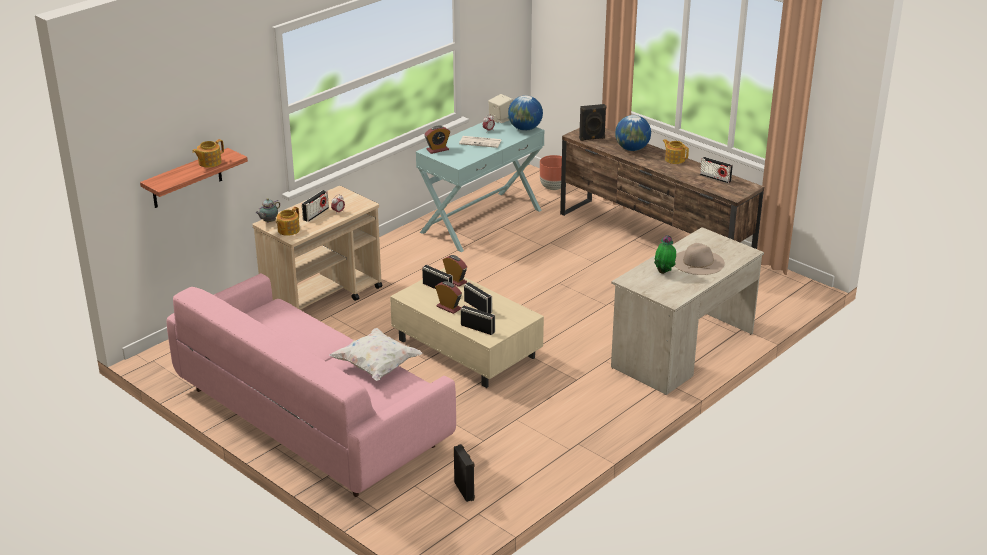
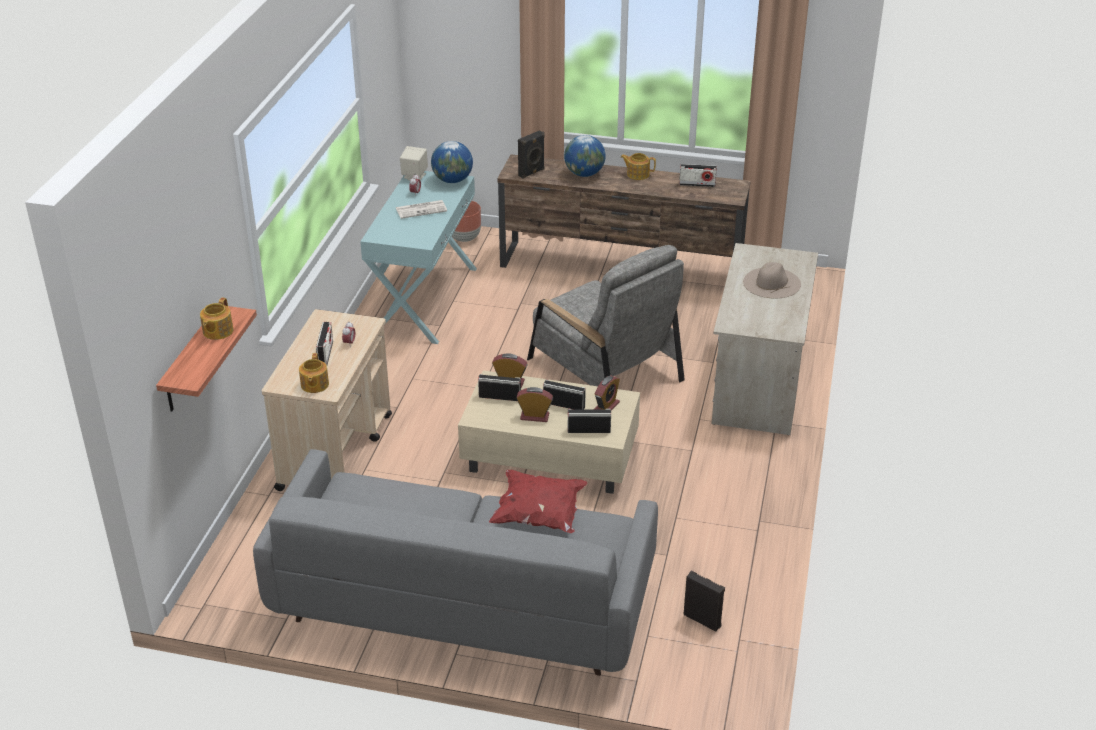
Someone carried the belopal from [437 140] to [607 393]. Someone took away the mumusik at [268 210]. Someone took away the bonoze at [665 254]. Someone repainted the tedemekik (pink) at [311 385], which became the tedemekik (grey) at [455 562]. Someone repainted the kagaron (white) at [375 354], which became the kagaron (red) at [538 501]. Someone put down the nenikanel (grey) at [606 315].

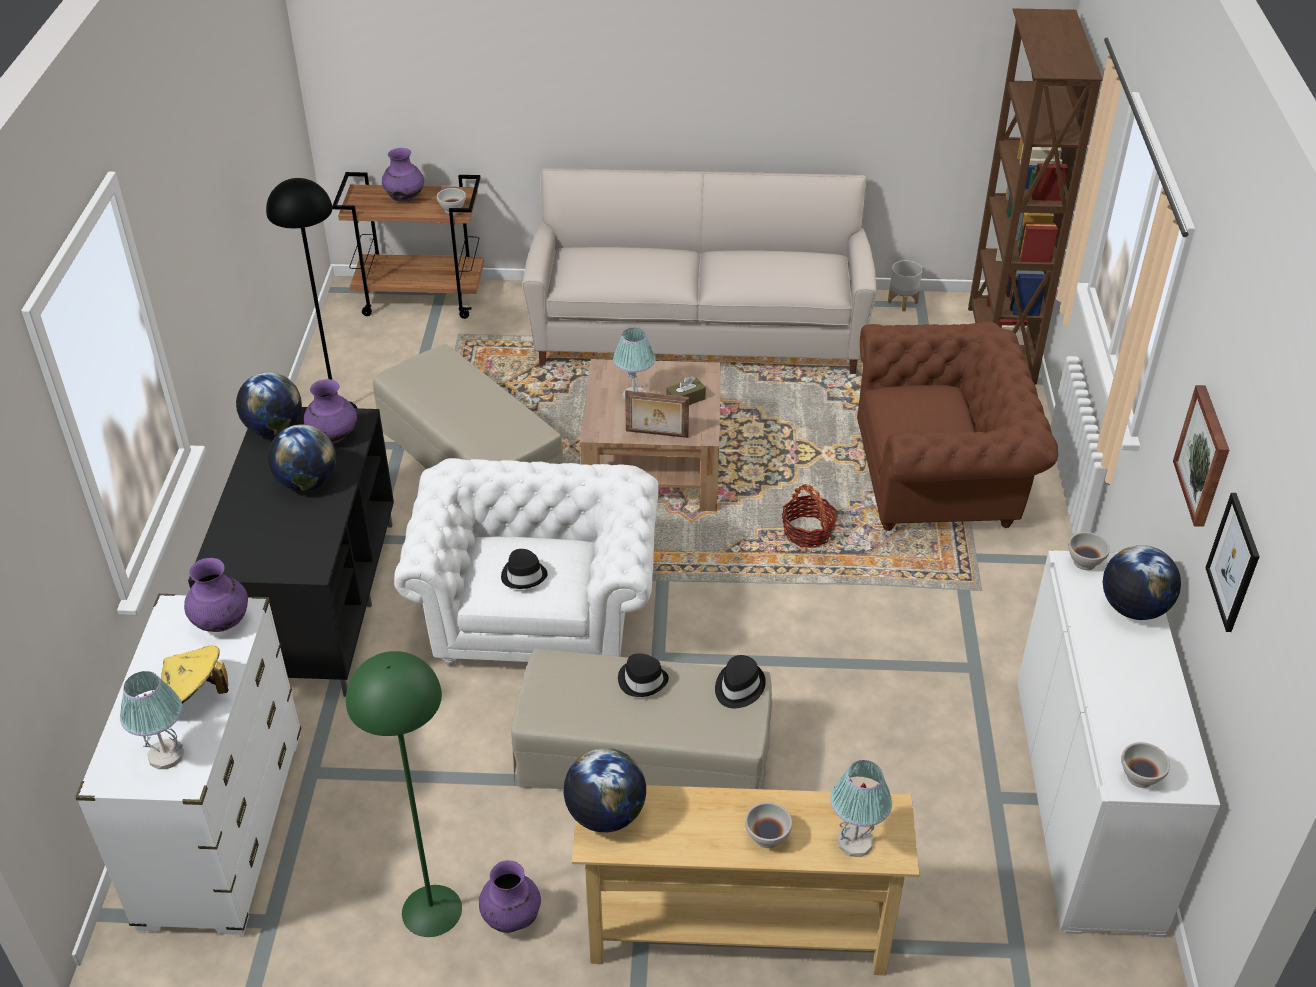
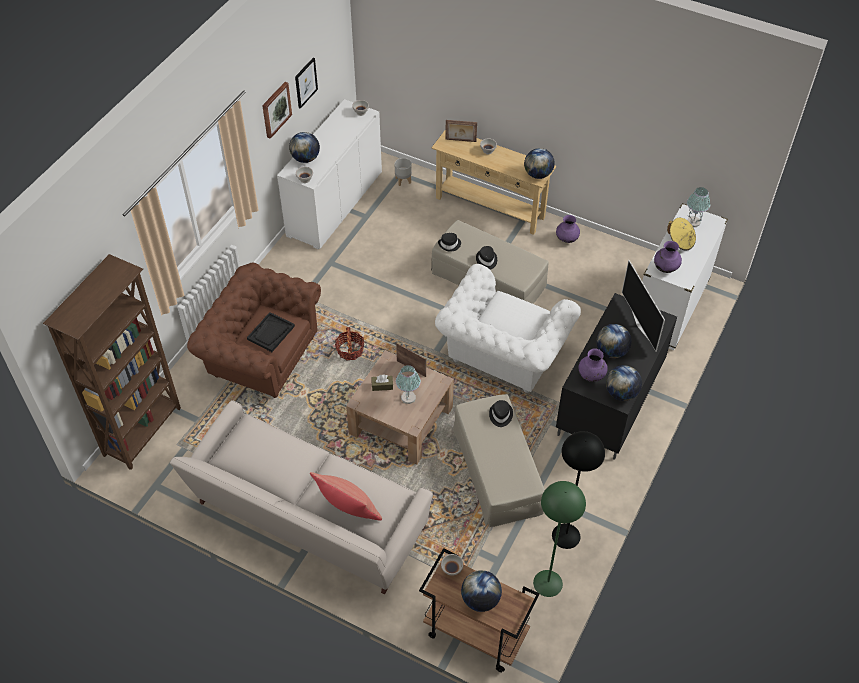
Someone swapped the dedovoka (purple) at [403 175] for the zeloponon at [481 591]. Someone carried the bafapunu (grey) from [905 285] to [403 172]. Someone carried the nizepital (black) from [524 569] to [501 413]. Someone carried the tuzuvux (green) from [404 794] to [559 539]. Someone swapped the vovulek at [861 808] for the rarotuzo at [461 131]. Someone put down the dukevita at [643 306]. Someone put down the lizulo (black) at [271 332]. Someone put down the kagaron (red) at [346 496].

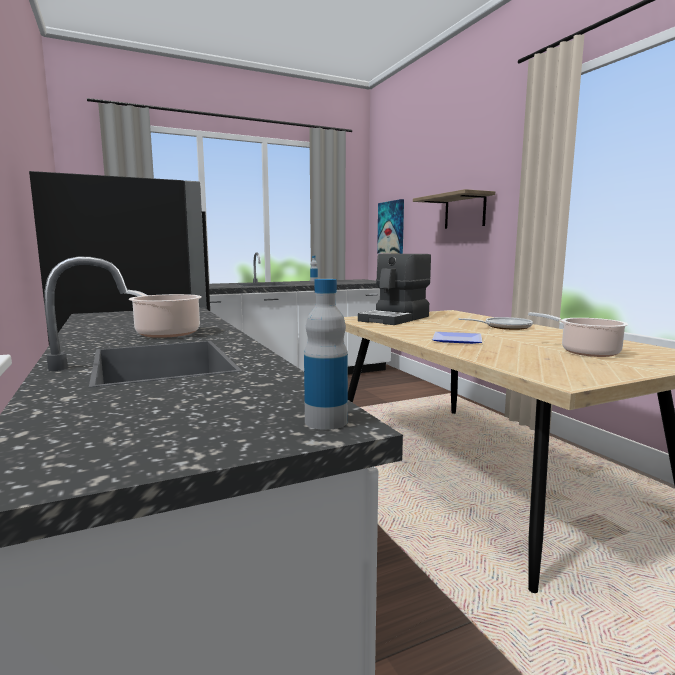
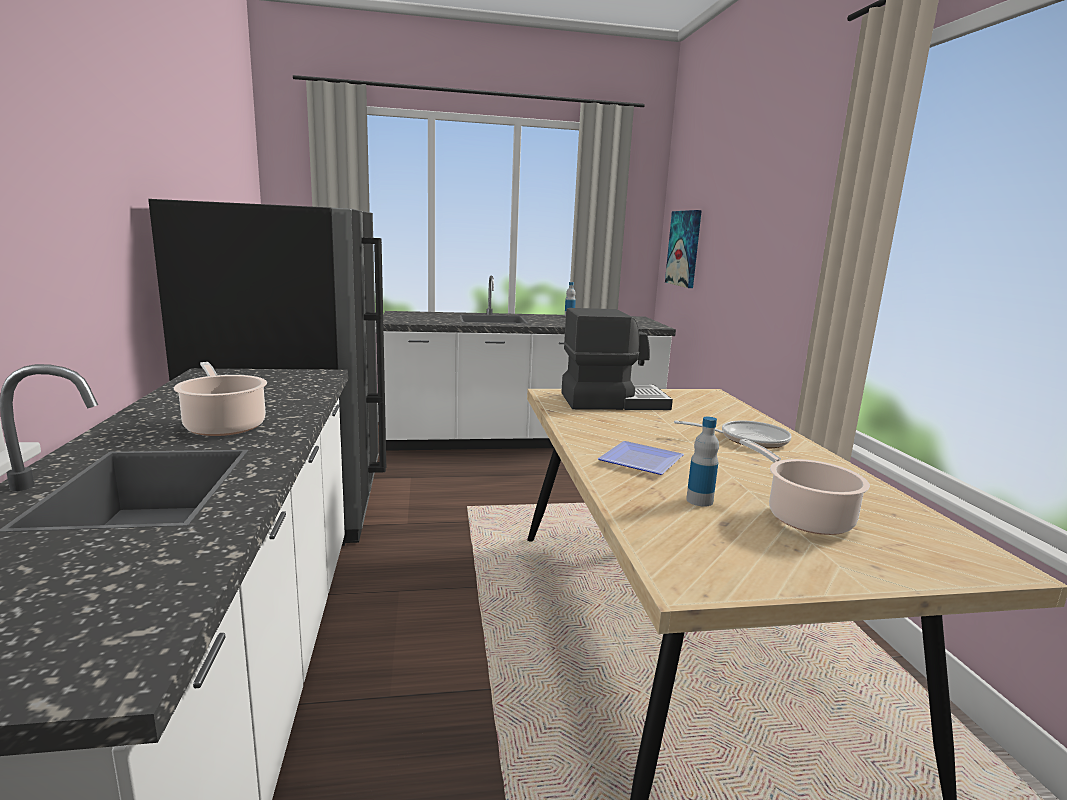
Someone took away the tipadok at [454 209]. Someone rotated the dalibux at [394 289] by 150 degrees counterclockwise. Someone carried the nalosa from [326 354] to [702 462].

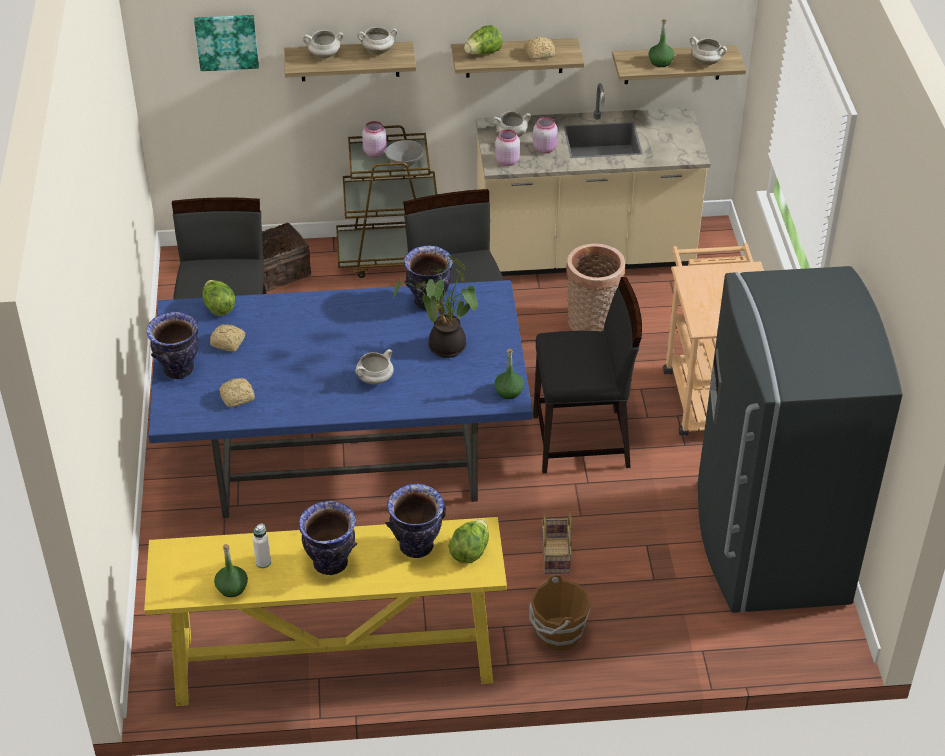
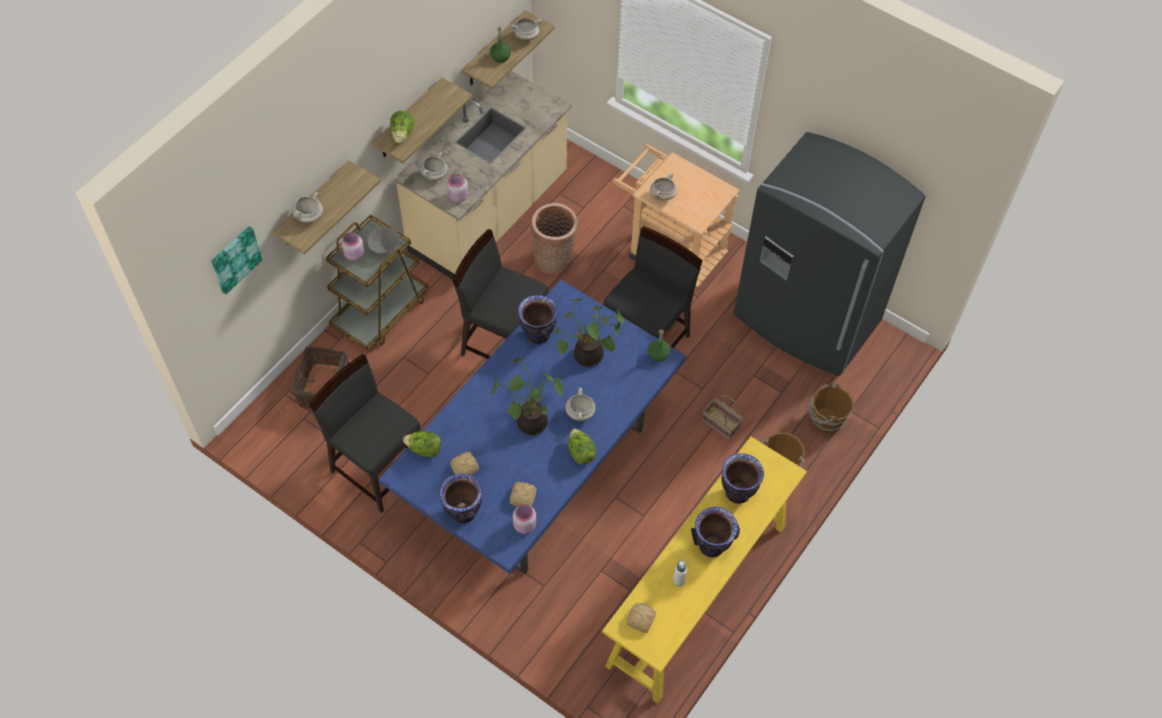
Someone carried the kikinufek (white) from [377 41] to [663 187]. Someone carried the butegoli from [540 48] to [641 618]. Someone carried the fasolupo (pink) from [545 135] to [524 519]. Someone carried the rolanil from [468 541] to [582 446]. Someone took away the nalosa (green) at [231 570]. Someone put down the bonoze at [526 395]. Someone put down the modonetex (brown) at [830 408].

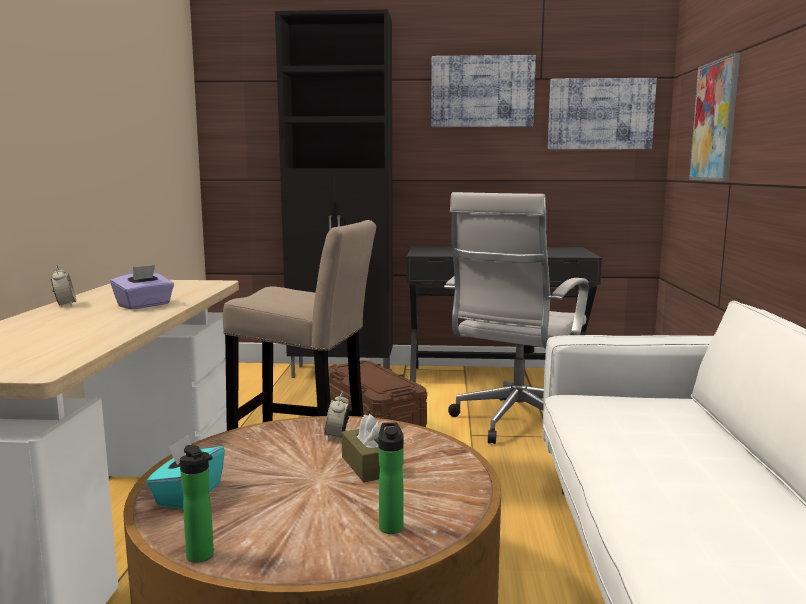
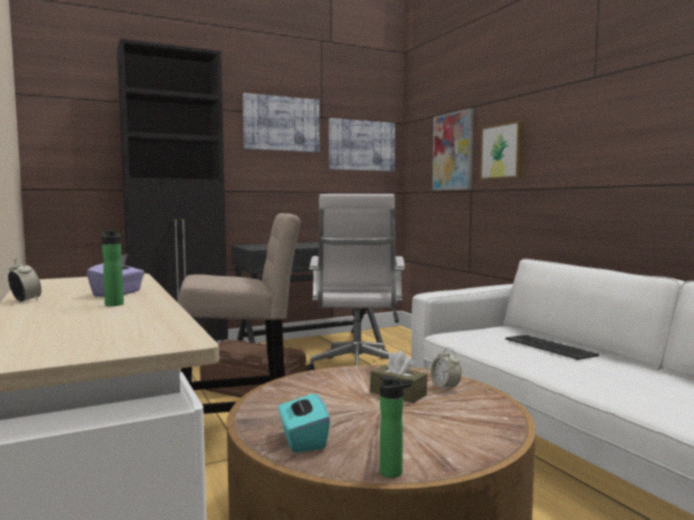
Someone carried the belopal from [337 416] to [446 369]. Someone carried the nalosa from [391 478] to [113 268]. Someone put up the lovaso at [502 150]. Someone put down the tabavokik at [552 347].

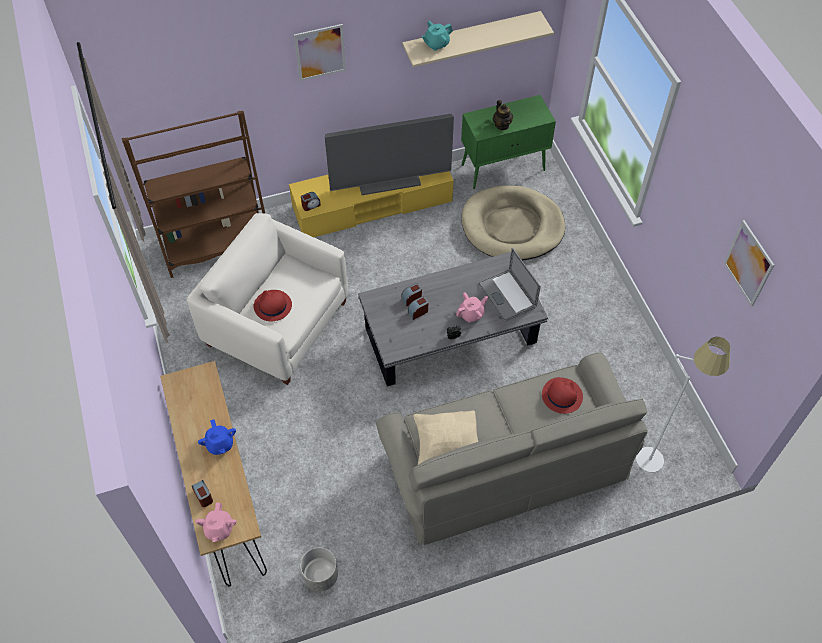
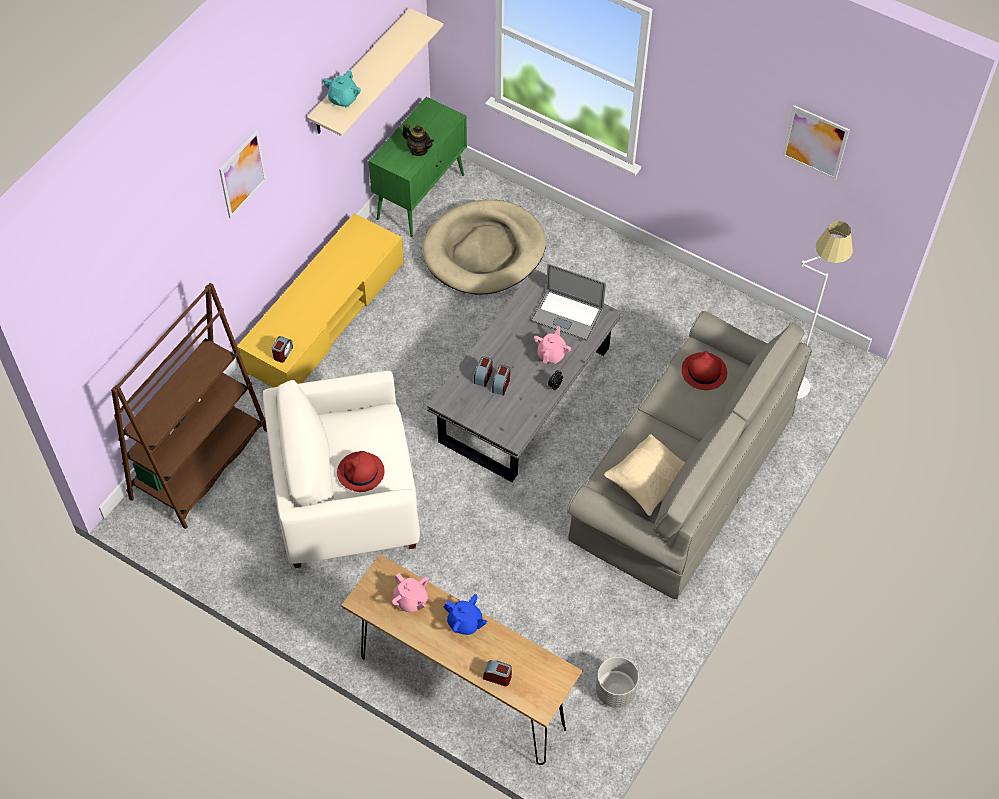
Someone took away the dukevita at [389 154]. Someone carried the mumusik (pink) from [216 522] to [410 592].

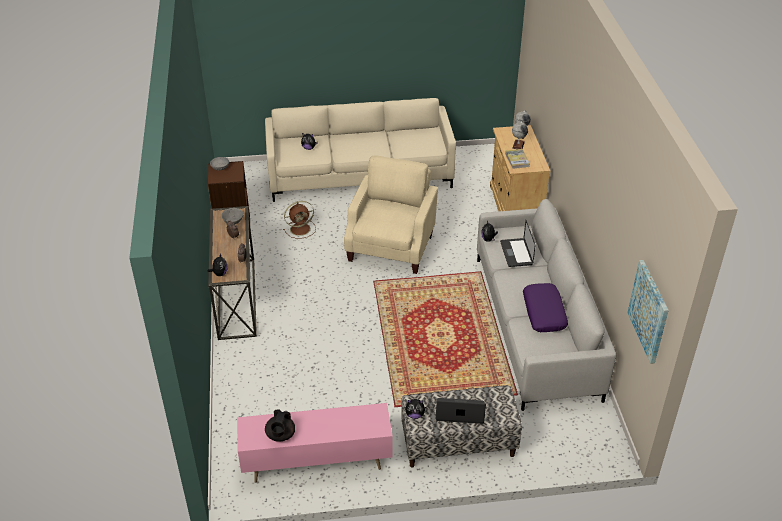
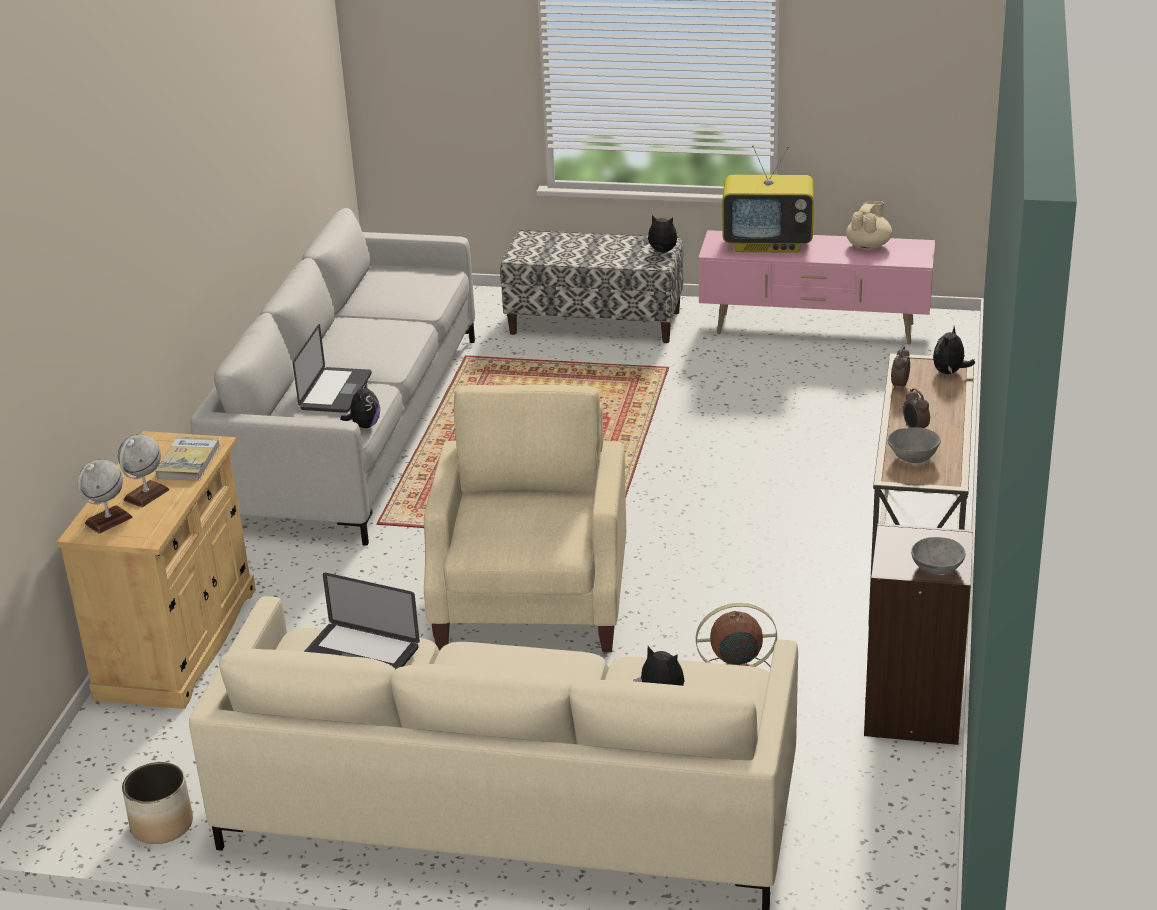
Someone rotated the nenikanel (beige) at [391 214] by 150 degrees clockwise. Someone took away the lovaso at [648 312]. Someone took away the kagaron (purple) at [545 307]. Someone carried the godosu from [461 411] to [362 621]. Someone repainted the mumusik (black) at [280 425], which became the mumusik (beige) at [869 225]. Someone put down the dukevita at [768 199]. Someone put down the bafapunu at [157 803].

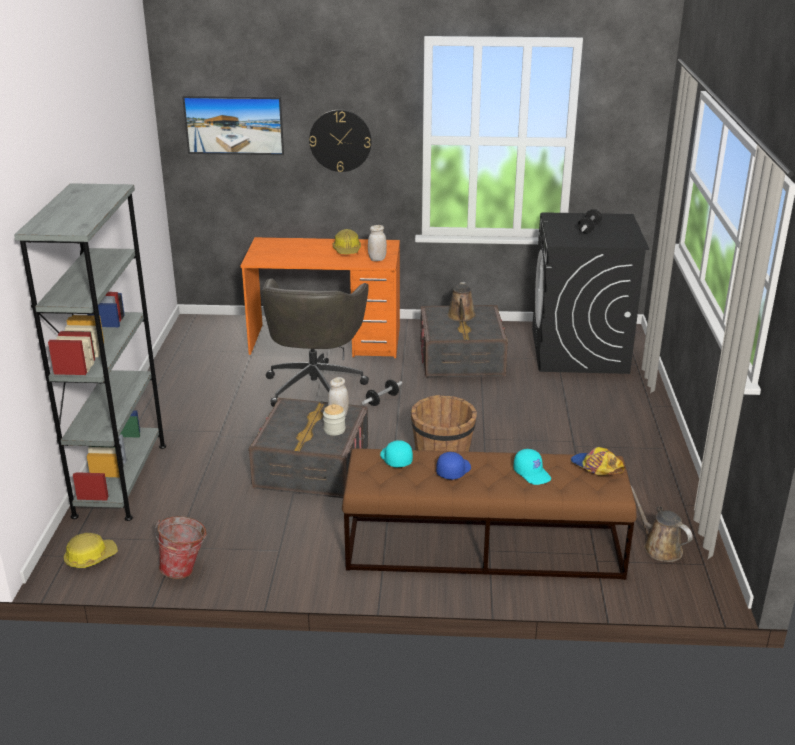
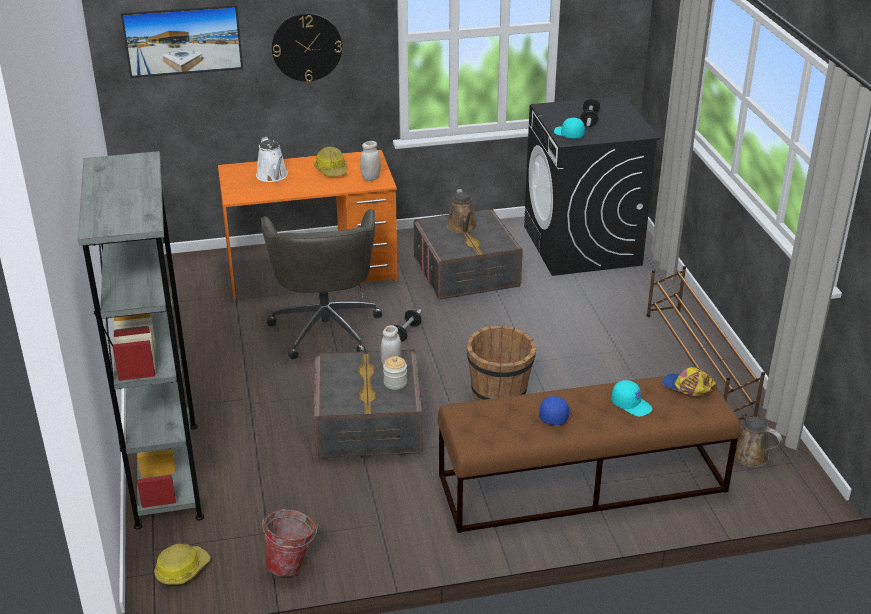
Someone carried the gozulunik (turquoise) from [396 454] to [569 128]. Someone put down the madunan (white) at [272 159]. Someone put down the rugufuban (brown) at [706 343].

